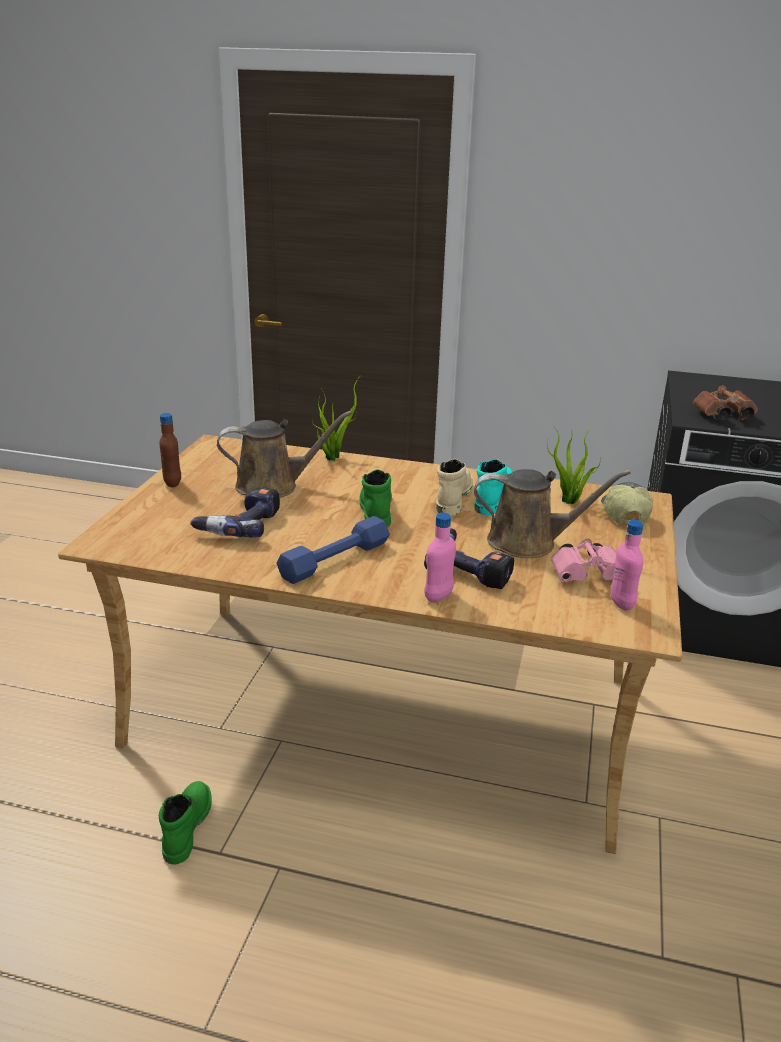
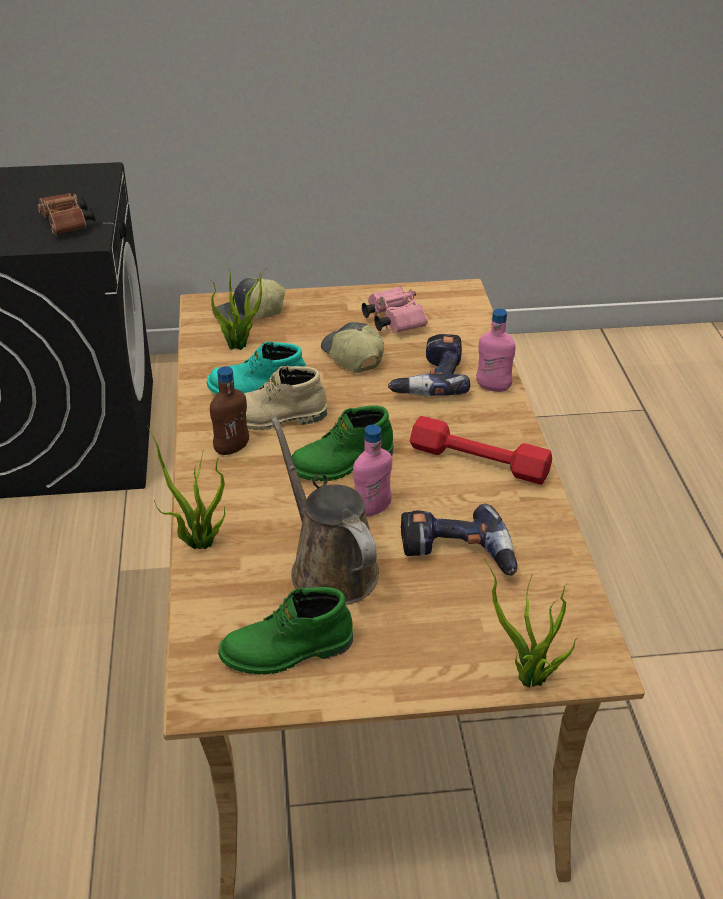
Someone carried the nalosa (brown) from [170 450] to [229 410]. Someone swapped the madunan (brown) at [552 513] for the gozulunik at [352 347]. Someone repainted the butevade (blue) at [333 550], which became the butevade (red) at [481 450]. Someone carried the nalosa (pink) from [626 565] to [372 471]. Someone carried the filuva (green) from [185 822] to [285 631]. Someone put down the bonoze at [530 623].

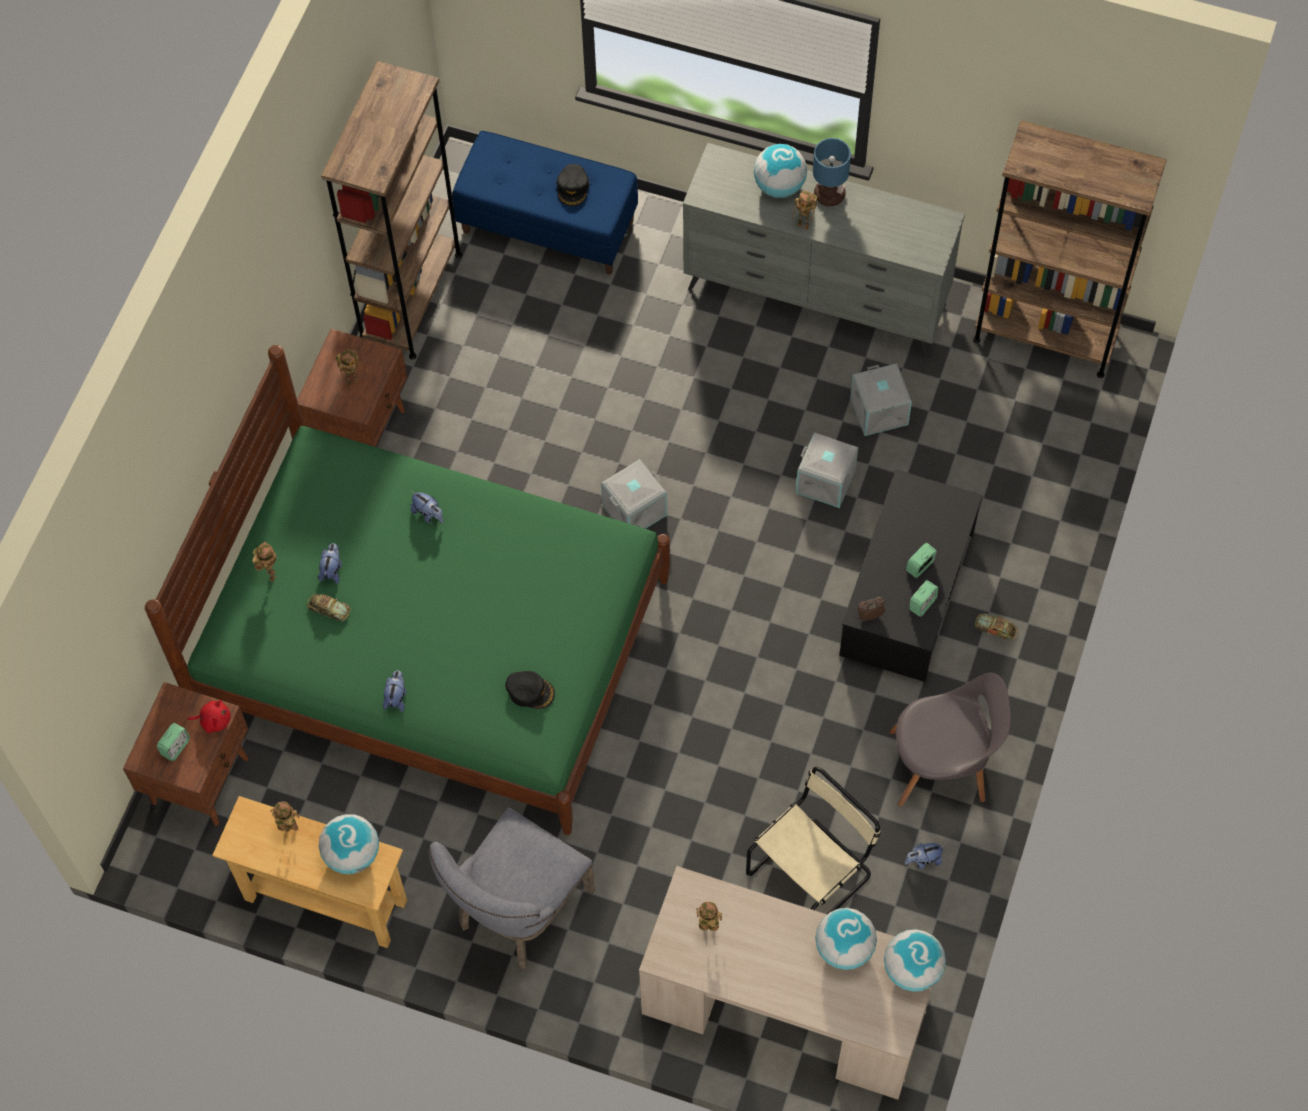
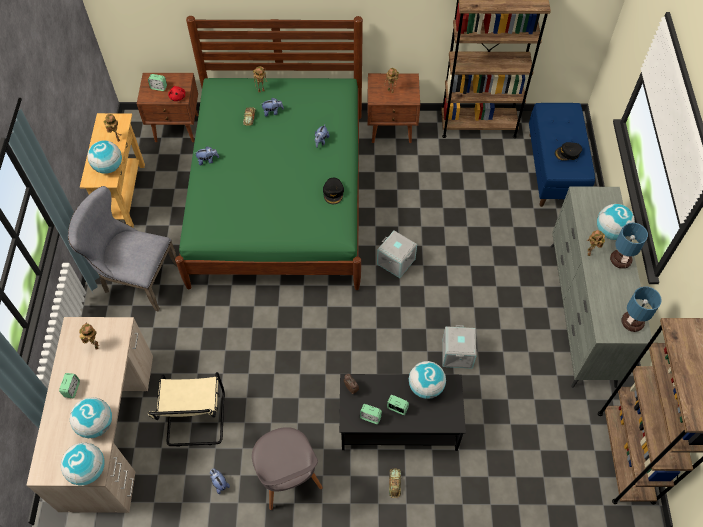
Someone took away the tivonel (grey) at [881 399]. Someone carried the gozulunik (black) from [530 690] to [333 191]. Someone rotated the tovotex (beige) at [813 840] by 60 degrees clockwise. Someone put down the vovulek at [641 309]. Someone put down the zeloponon at [427 380]. Someone put down the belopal at [69 385].

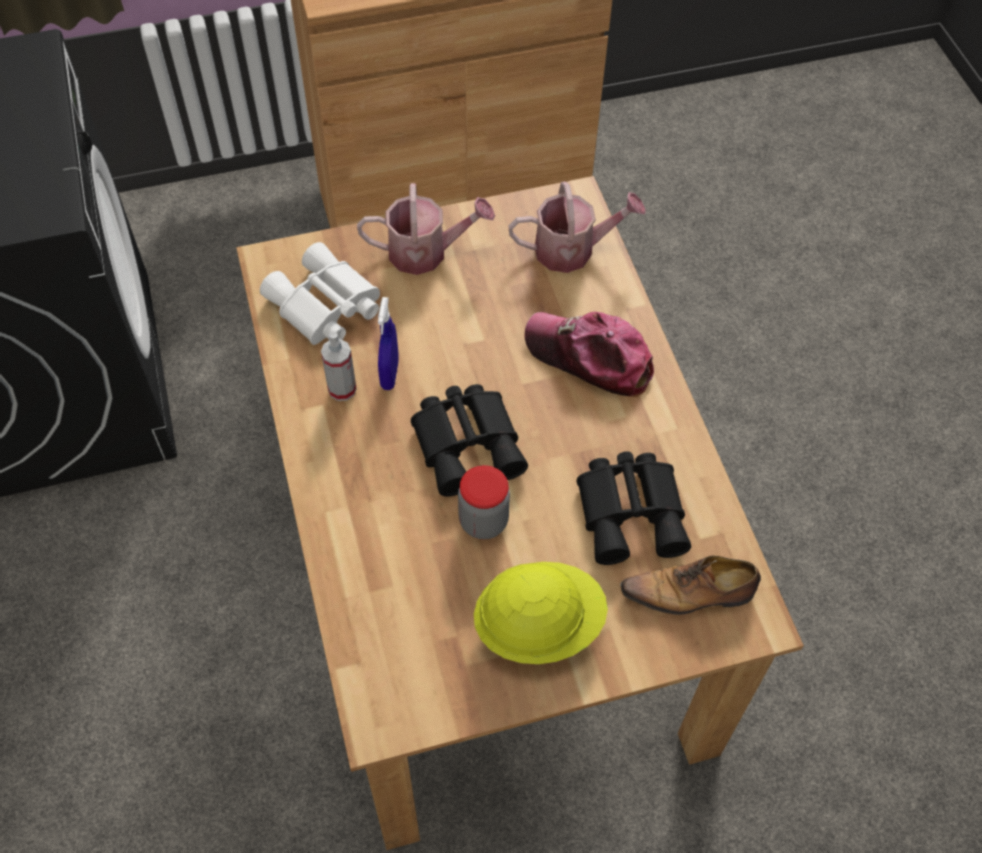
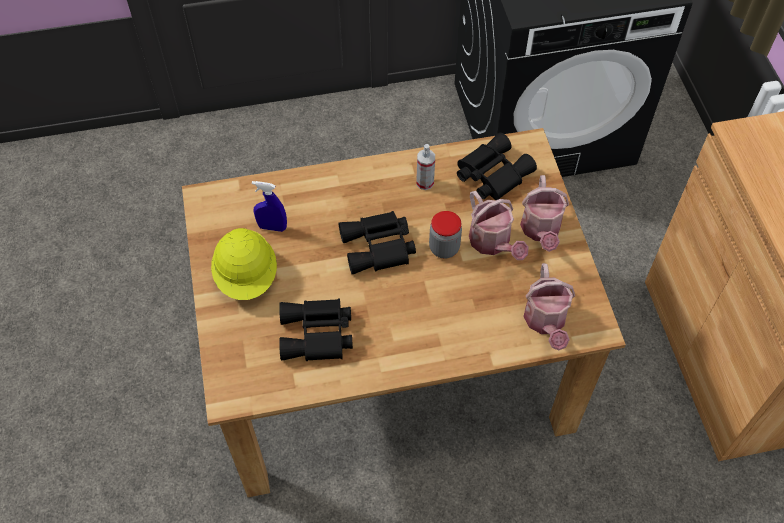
Someone repainted the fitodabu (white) at [320 293], which became the fitodabu (black) at [497 166]. Someone carried the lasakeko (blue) from [388 343] to [269 206]. Someone took away the gozulunik at [589 354]. Someone carried the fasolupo from [484 502] to [445 234]. Someone took away the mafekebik at [690 585]. Someone put down the madunan at [499 225].

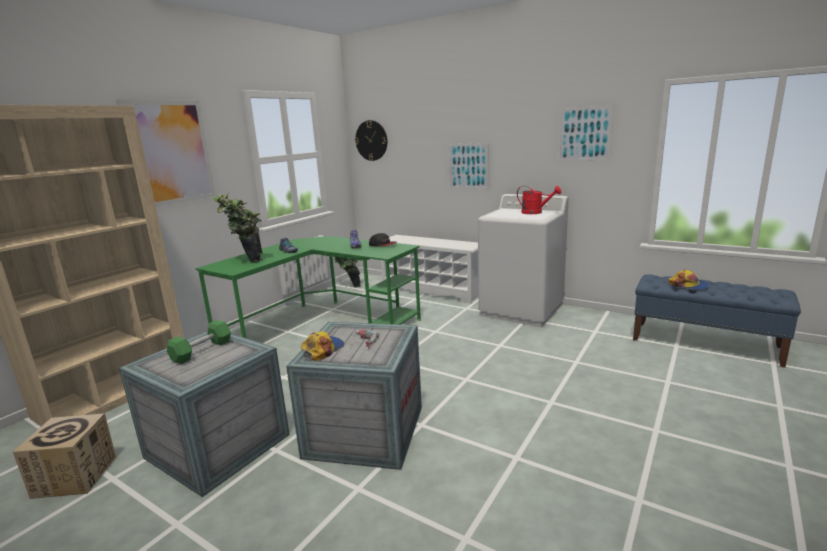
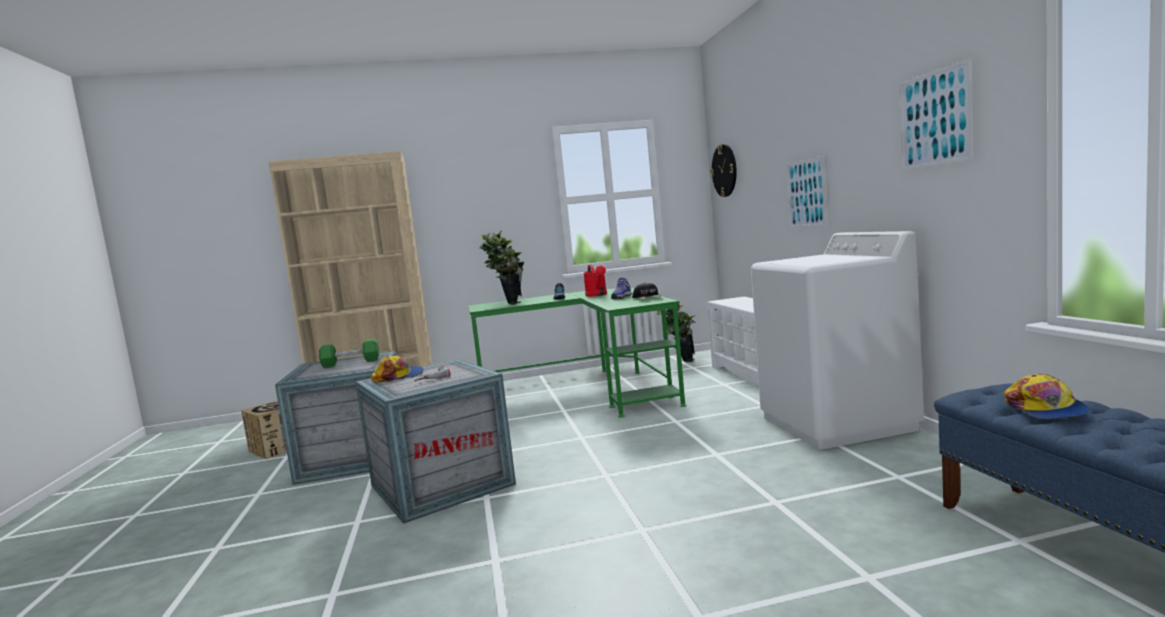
Someone took away the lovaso at [166 153]. Someone carried the madunan (red) from [539 200] to [595 281].

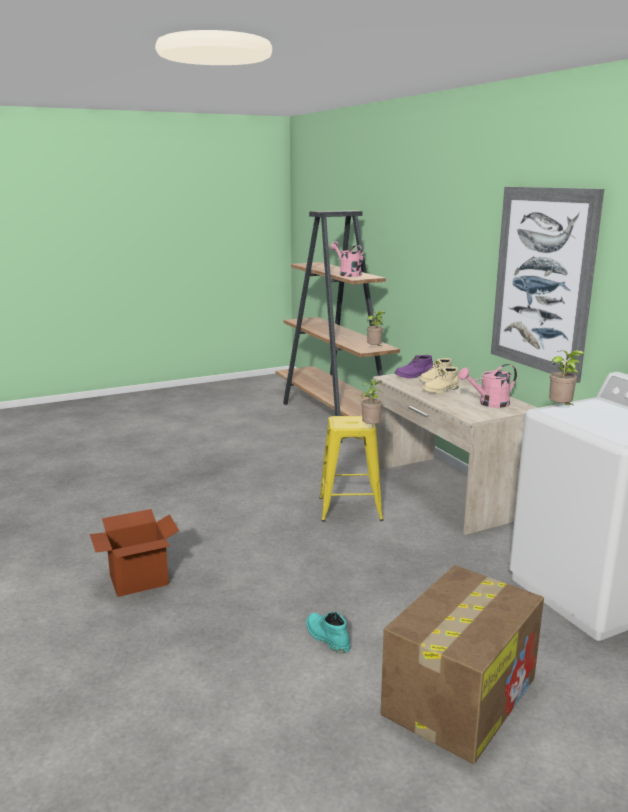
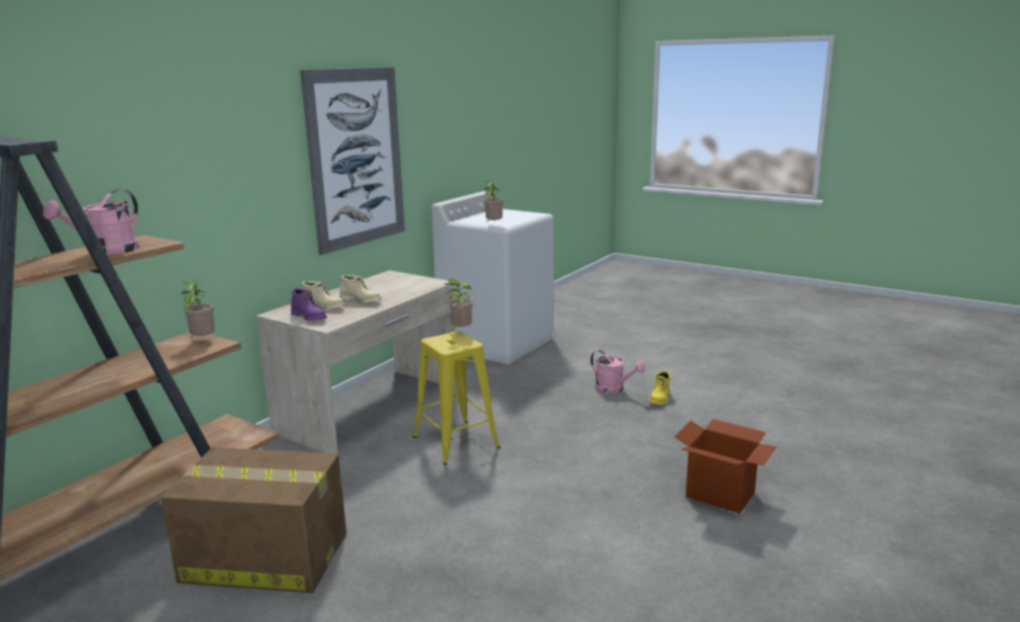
Someone carried the madunan (pink) from [487 386] to [618 372]. Someone carried the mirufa from [462 664] to [254 520]. Someone repainted the filuva (turquoise) at [328 632], which became the filuva (yellow) at [660 388].

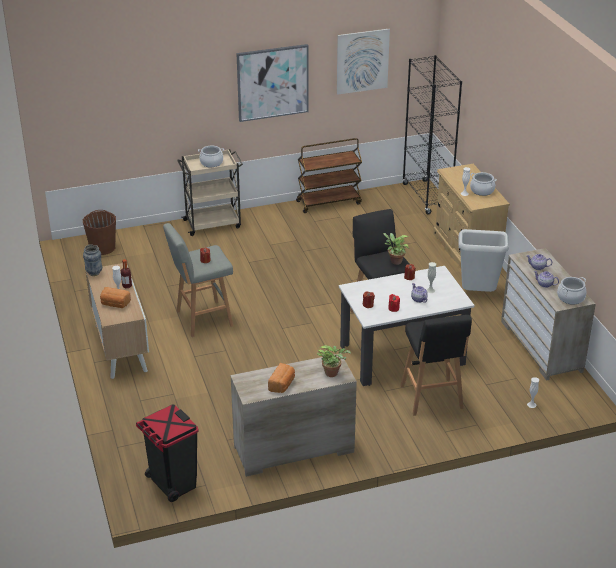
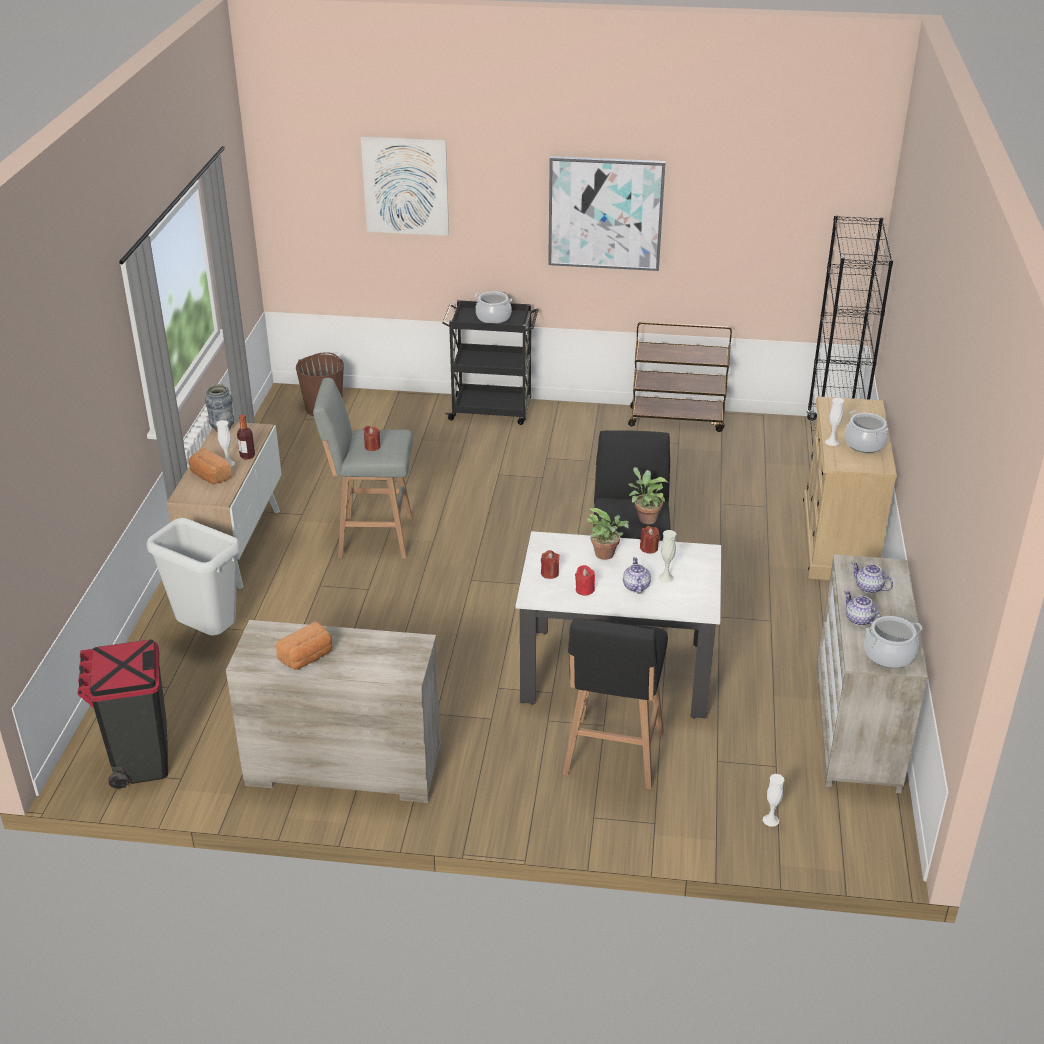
Someone carried the lovaso from [363 62] to [405 186]. Someone repainted the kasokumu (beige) at [210 192], which became the kasokumu (black) at [490 362]. Someone carried the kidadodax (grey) from [483 260] to [193 576]. Someone carried the bonoze from [334 361] to [608 534].

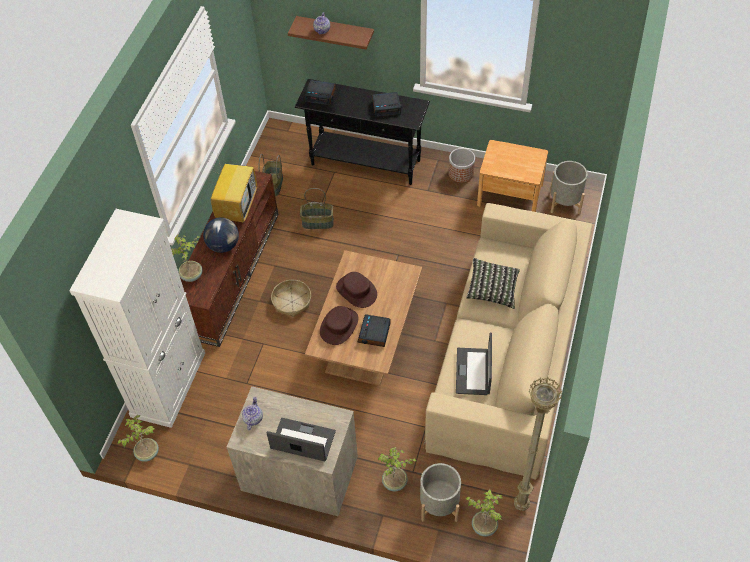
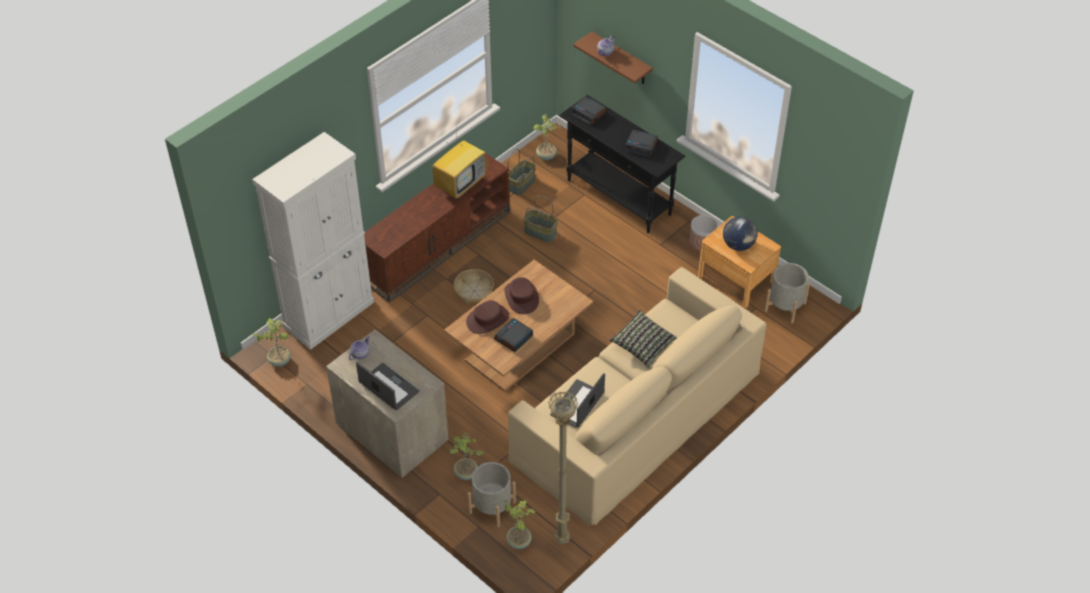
Someone carried the zeloponon from [221 235] to [740 234]. Someone carried the bonoze from [186 258] to [548 137].

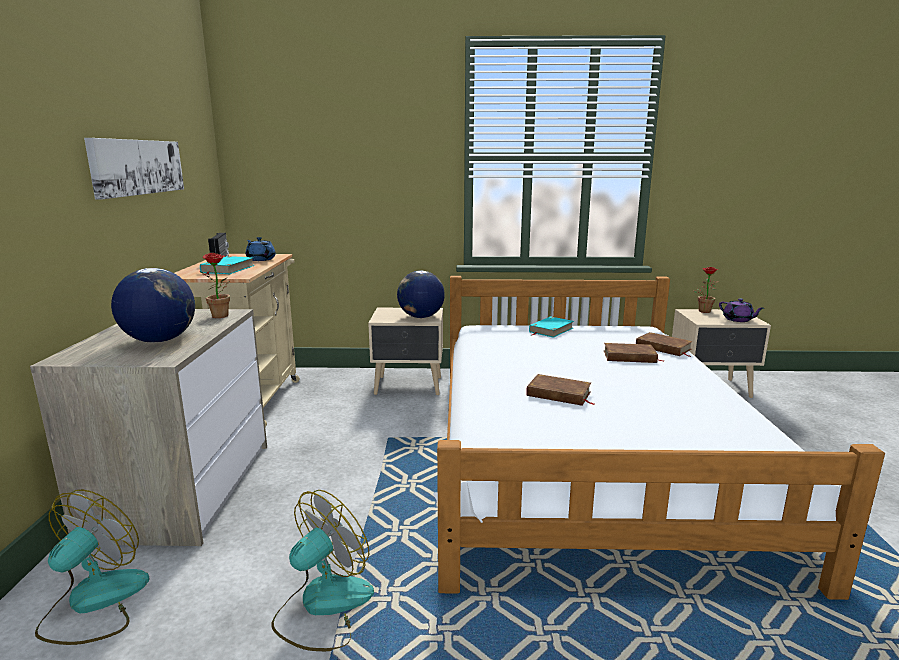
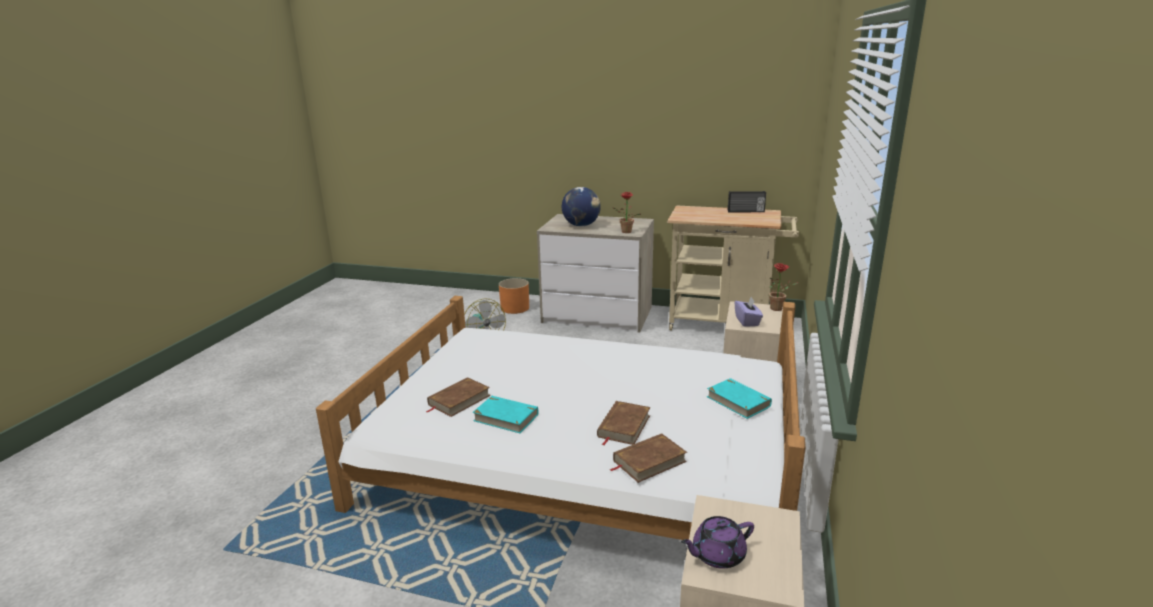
Someone took away the lovaso at [134 168]. Someone took away the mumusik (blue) at [261 249]. Someone carried the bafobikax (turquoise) from [227 265] to [505 414]. Someone carried the bonoze from [706 290] to [784 287]. Someone swapped the zeloponon at [421 294] for the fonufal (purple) at [749 312]. Someone carried the bafobikax (brown) from [560 390] to [458 397]. Someone swapped the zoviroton at [92 567] for the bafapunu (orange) at [514 296].

